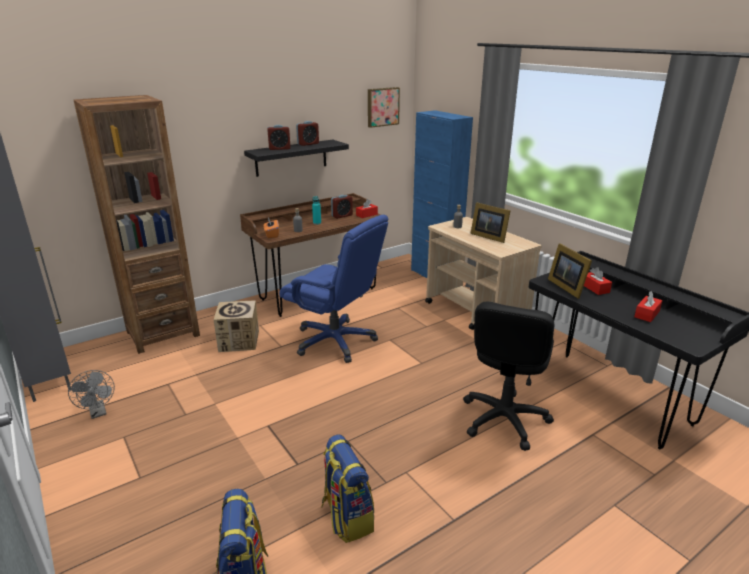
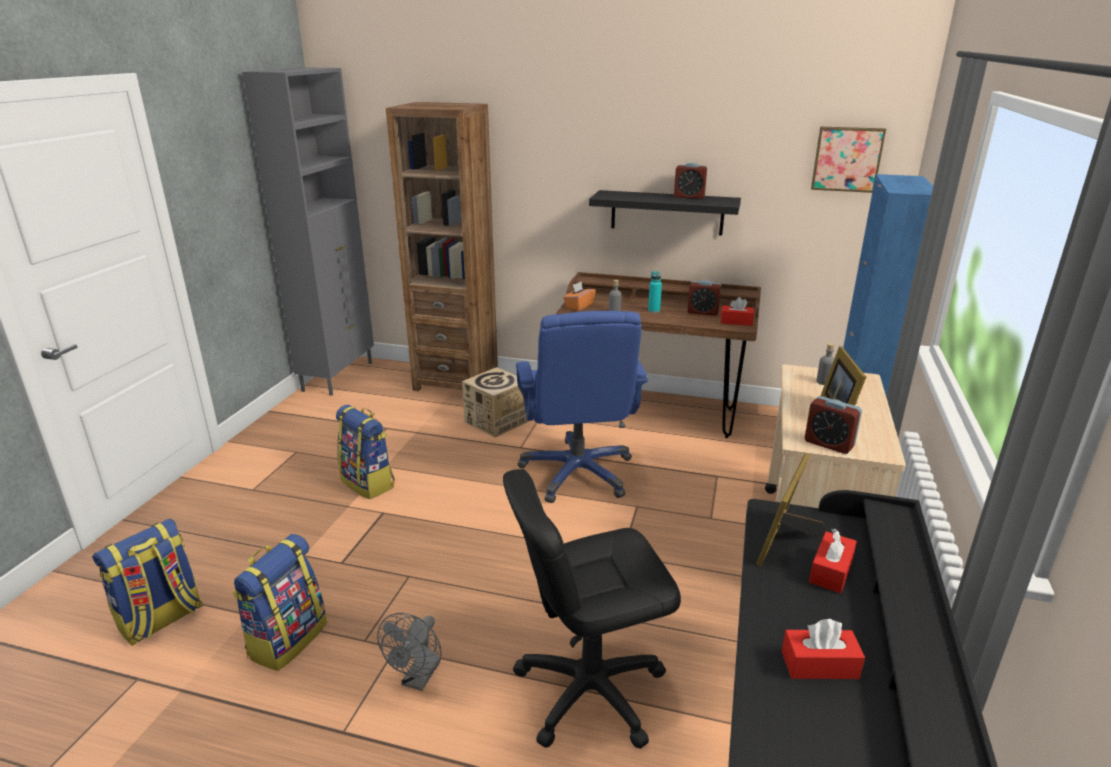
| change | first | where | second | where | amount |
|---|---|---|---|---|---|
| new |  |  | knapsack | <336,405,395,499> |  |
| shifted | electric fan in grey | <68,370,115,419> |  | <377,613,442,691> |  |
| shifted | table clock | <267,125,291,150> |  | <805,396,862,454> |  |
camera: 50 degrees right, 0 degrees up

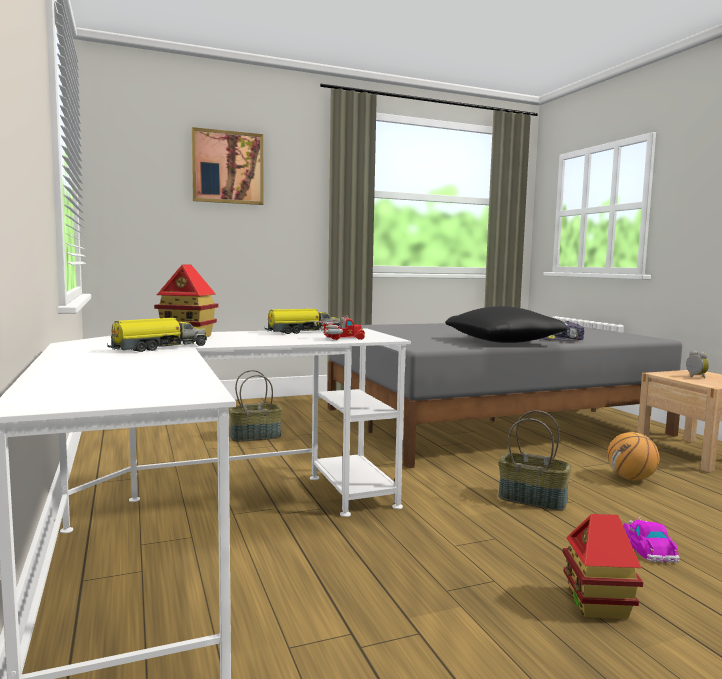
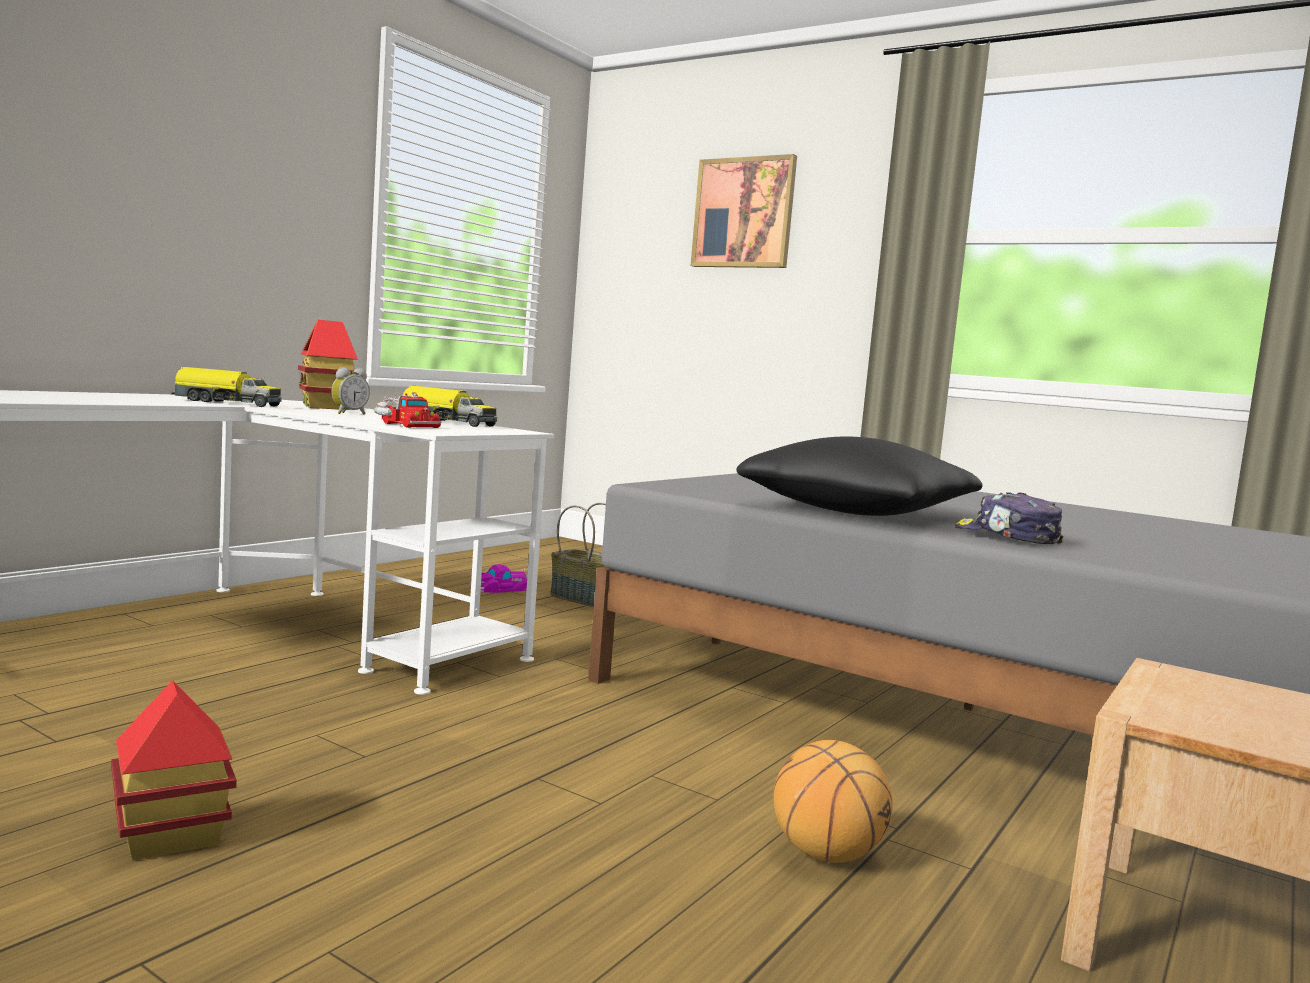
| change | first | where | second | where | amount |
|---|---|---|---|---|---|
| shifted | table clock | <686,350,709,378> |  | <332,367,370,414> |  |
| shifted | model car | <623,516,680,563> |  | <468,564,527,593> |  |
| gone | basket | <498,410,572,511> |  |  |  |
camera: 55 degrees right, 0 degrees up

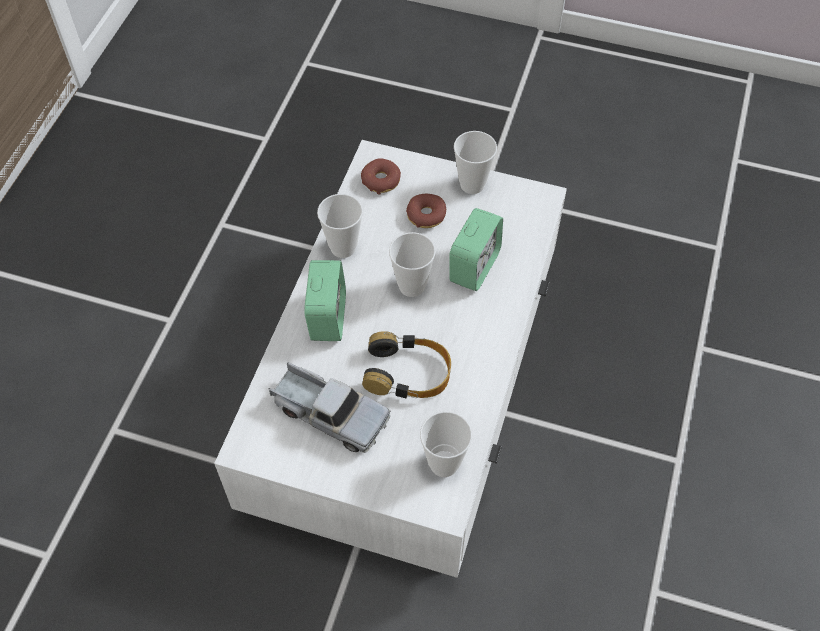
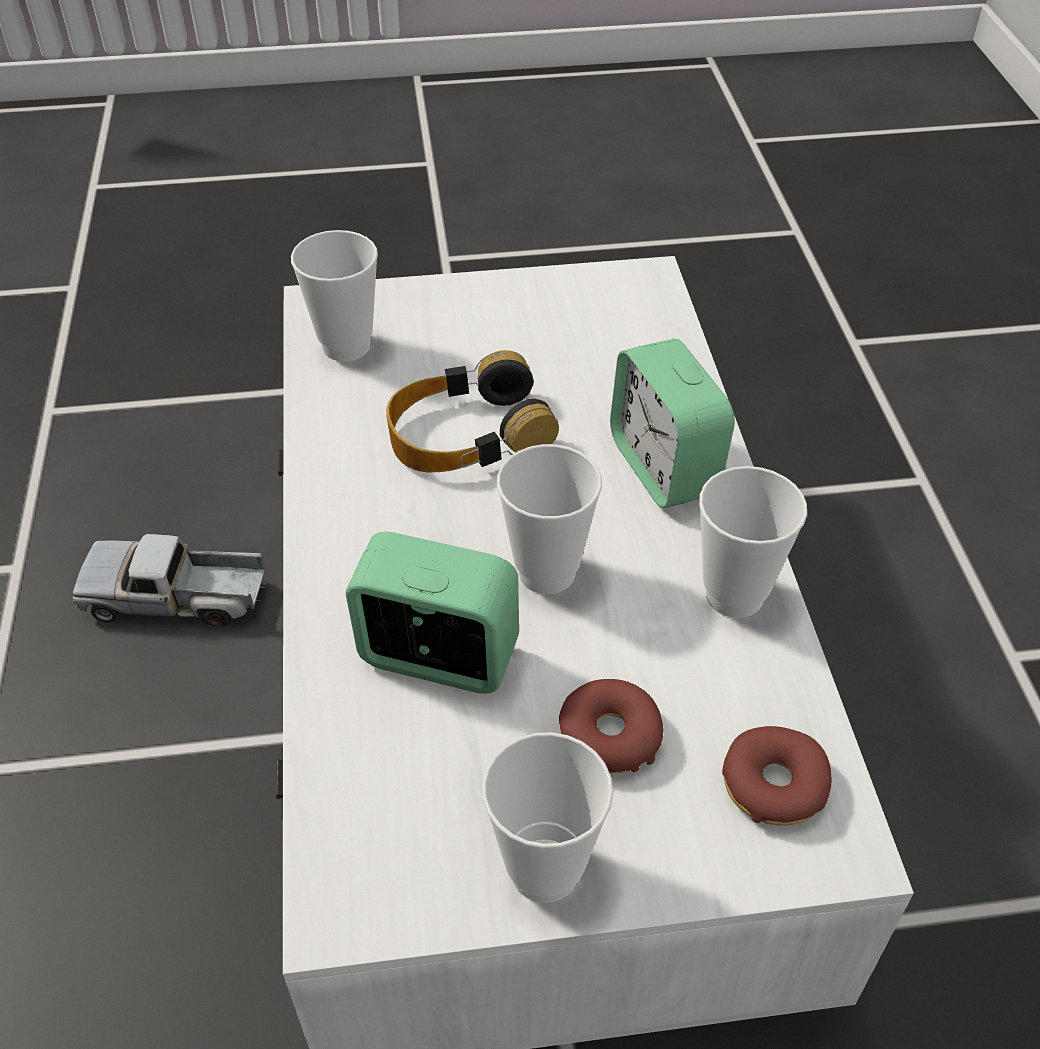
| change | first | where | second | where | amount |
|---|---|---|---|---|---|
| shifted | toy truck | <269,362,390,453> |  | <72,534,265,626> |  |
| rotated | table clock | <449,208,503,291> |  | <346,532,519,694> | 105 degrees clockwise |
camera: 155 degrees right, 10 degrees down

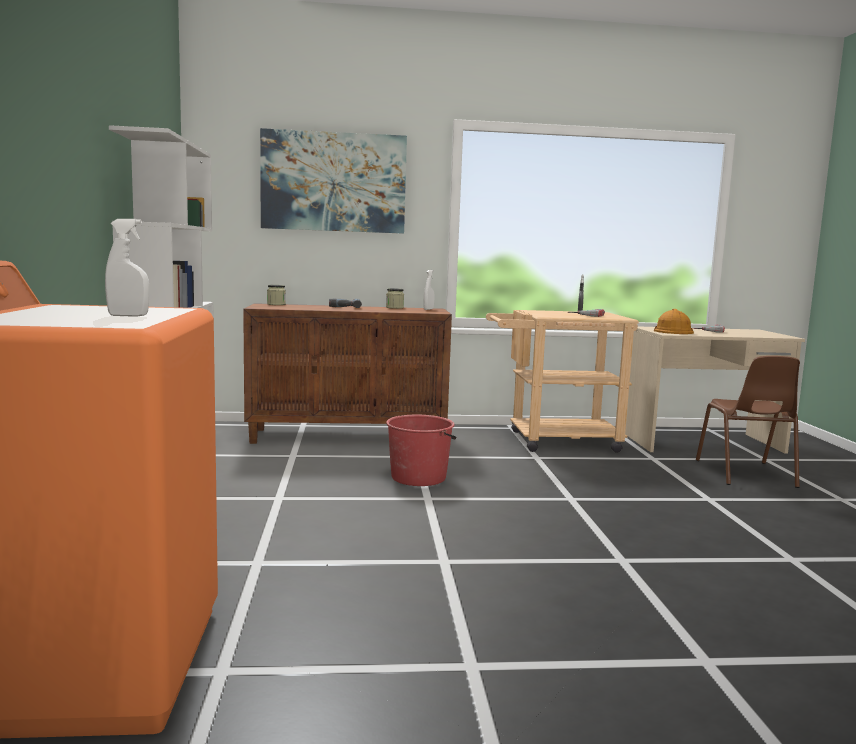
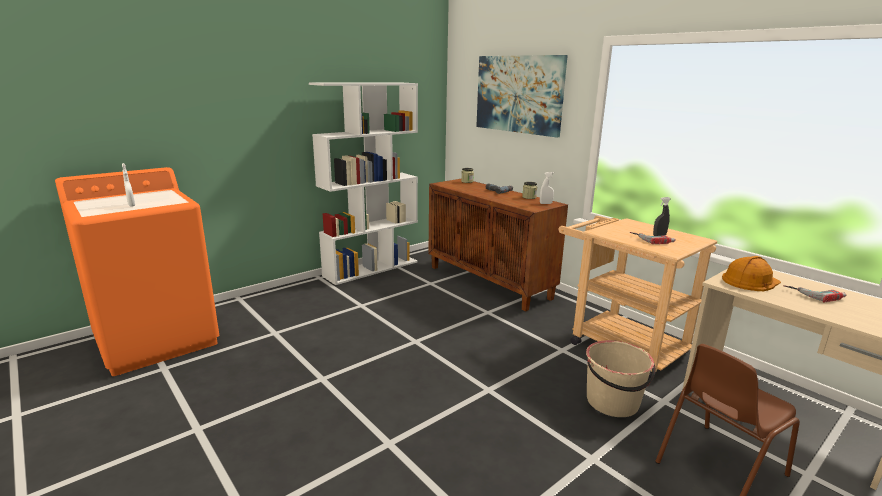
| change | first | where | second | where | amount |
|---|---|---|---|---|---|
| new |  |  | water bucket in beige | <586,340,656,417> |  |
| gone | water bucket in red | <386,415,456,486> |  |  |  |
camera: 55 degrees right, 10 degrees up

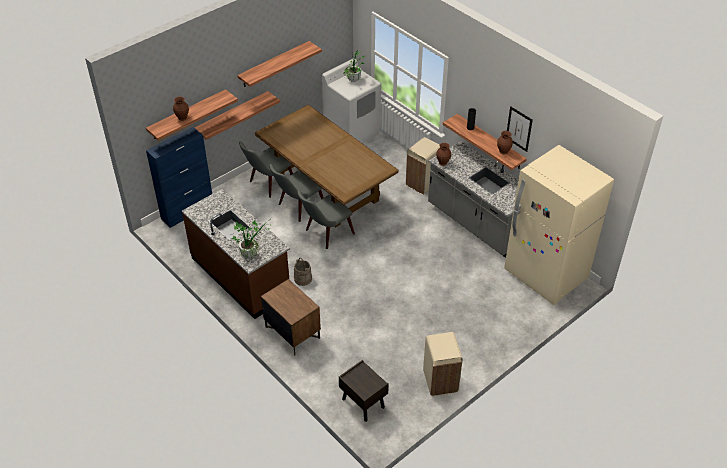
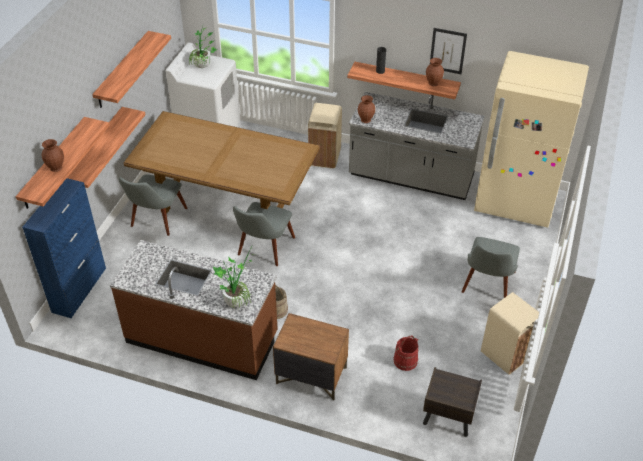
| change | first | where | second | where | amount |
|---|---|---|---|---|---|
| new |  |  | water bucket in red | <394,336,419,371> |  |
| shifted | chair in grey | <269,164,324,222> |  | <461,237,520,298> |  |
camera: 30 degrees left, 0 degrees up

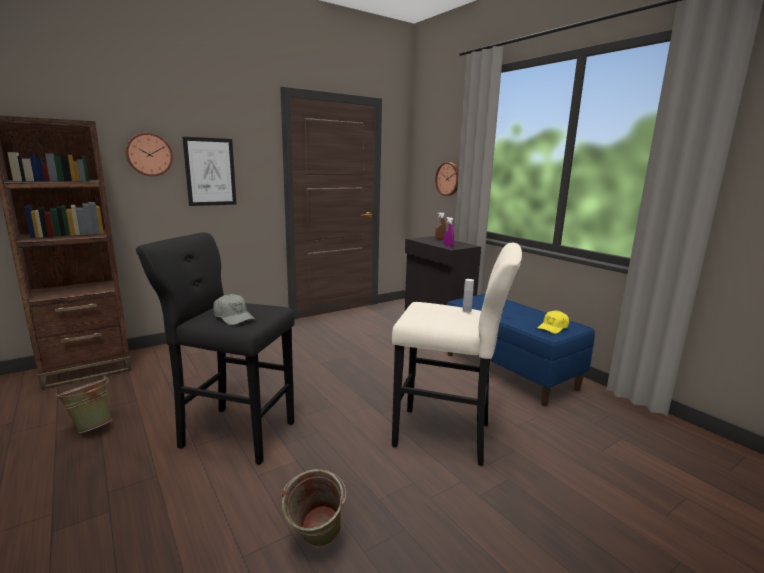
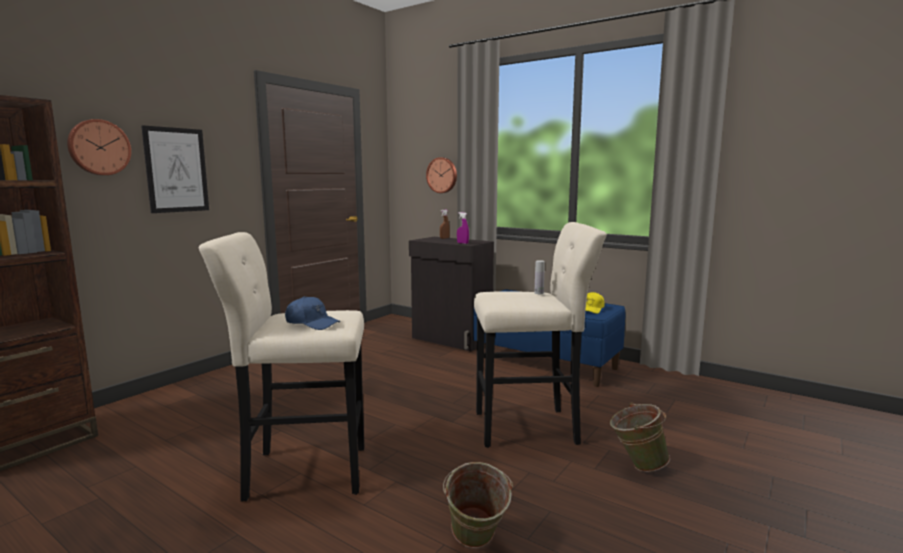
| change | first | where | second | where | amount |
|---|---|---|---|---|---|
| repainted | stool seat in black | <136,232,294,465> | stool seat in beige | <199,232,364,502> |  |
| repainted | peaked cap in grey | <213,294,255,325> | peaked cap in blue | <285,296,341,330> |  |
| shifted | water bucket in green | <55,376,112,433> |  | <610,403,670,472> |  |
camera: 20 degrees left, 5 degrees down

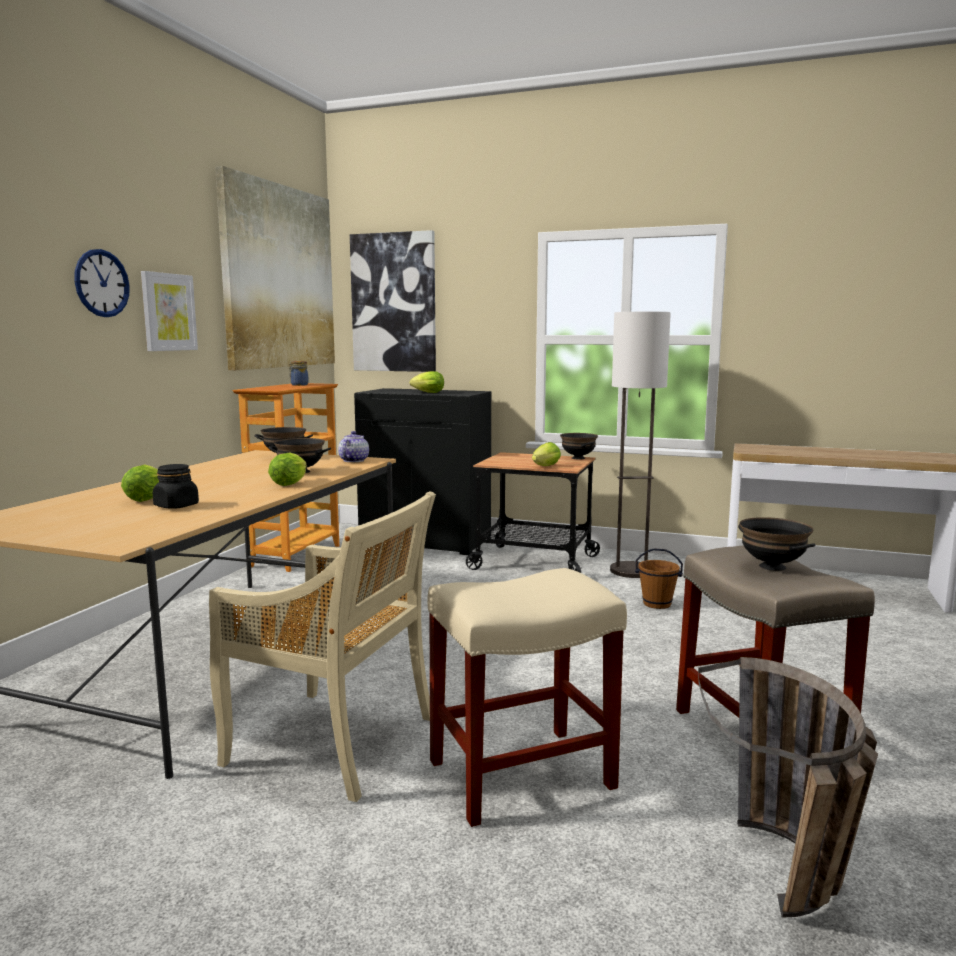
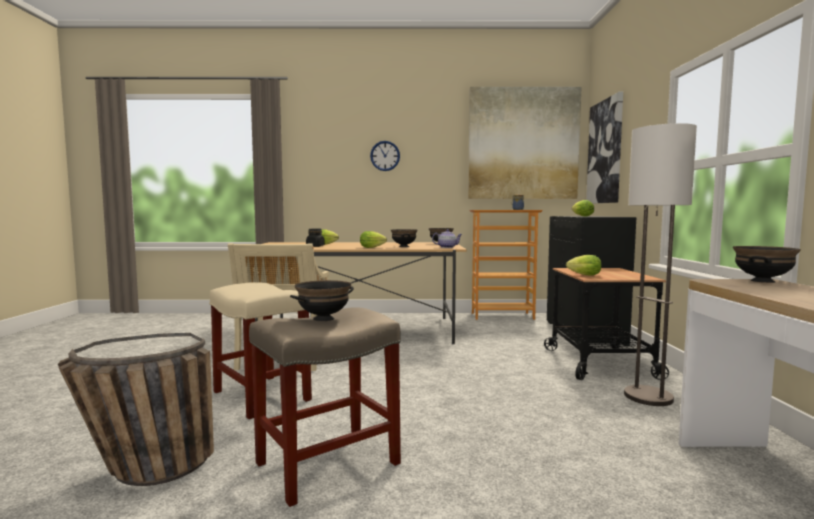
| change | first | where | second | where | amount |
|---|---|---|---|---|---|
| shifted | bowl in black | <560,433,598,460> |  | <733,246,801,283> |  |
| gone | wall picture | <141,271,198,351> |  |  |  |
| gone | water bucket in brown-coloured | <635,548,683,609> |  |  |  |
camera: 70 degrees right, 5 degrees down

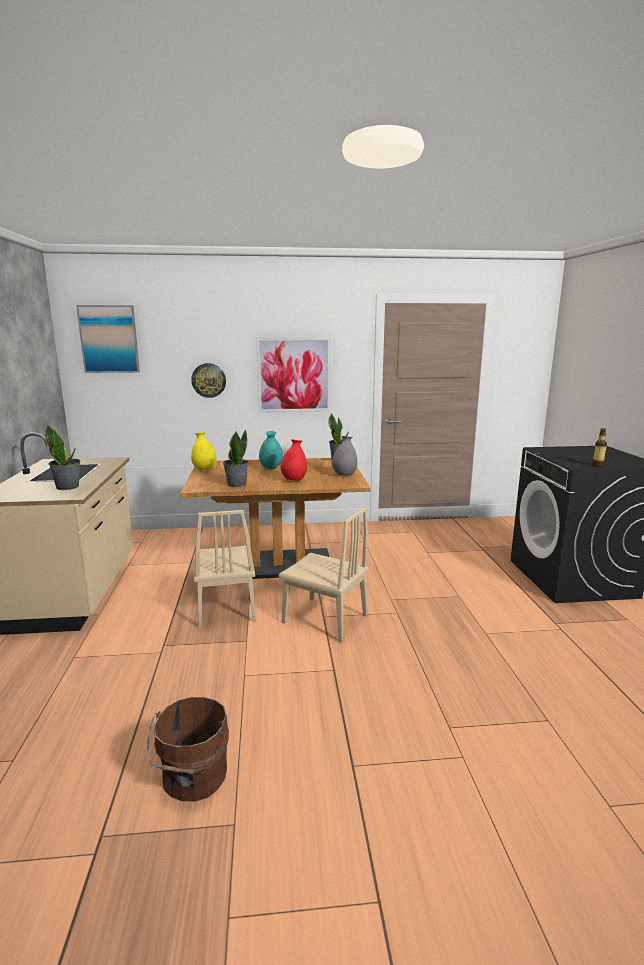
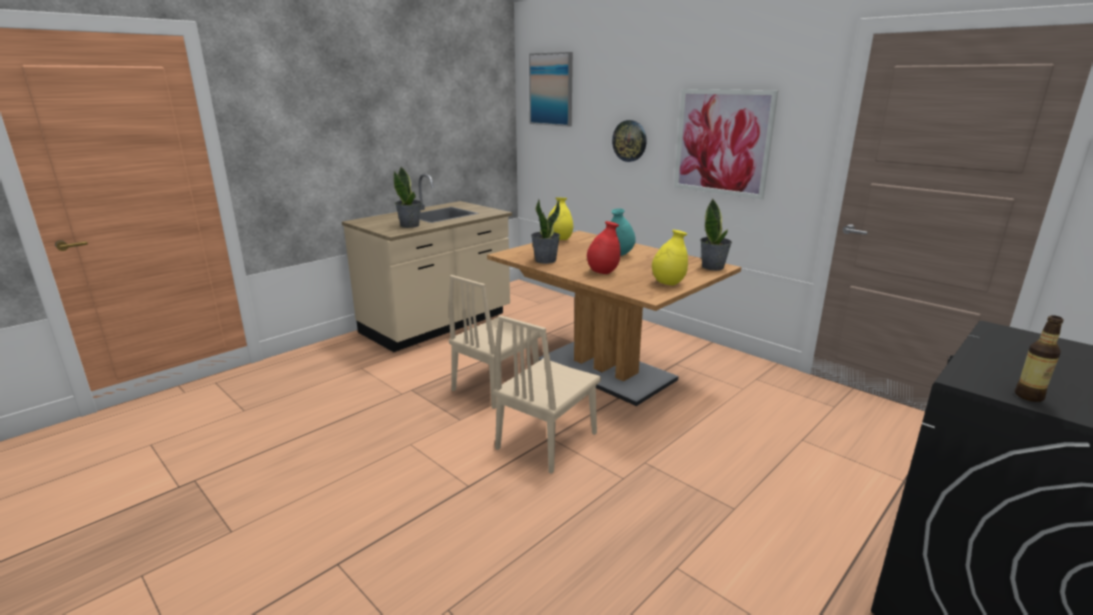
| change | first | where | second | where | amount |
|---|---|---|---|---|---|
| rotated | chair in beige | <279,508,368,642> |  | <493,315,601,474> | 45 degrees clockwise |
| repainted | decorative vase in grey | <332,436,357,476> | decorative vase in yellowish | <652,230,688,286> |  |
| gone | water bucket in brown-coloured | <147,697,229,801> |  |  |  |
camera: 50 degrees right, 5 degrees up

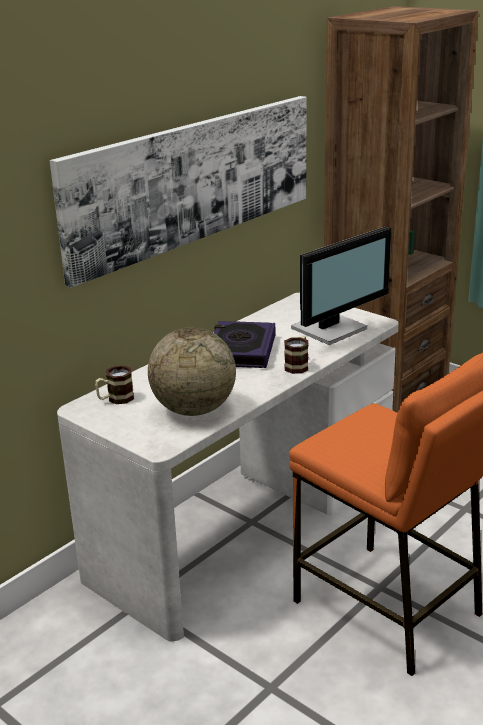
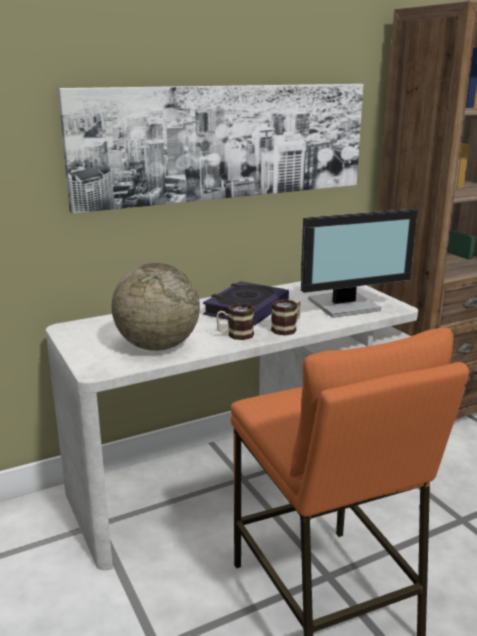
| change | first | where | second | where | amount |
|---|---|---|---|---|---|
| shifted | tea mug | <95,365,134,404> |  | <216,303,254,340> |  |
camera: 20 degrees right, 5 degrees down

